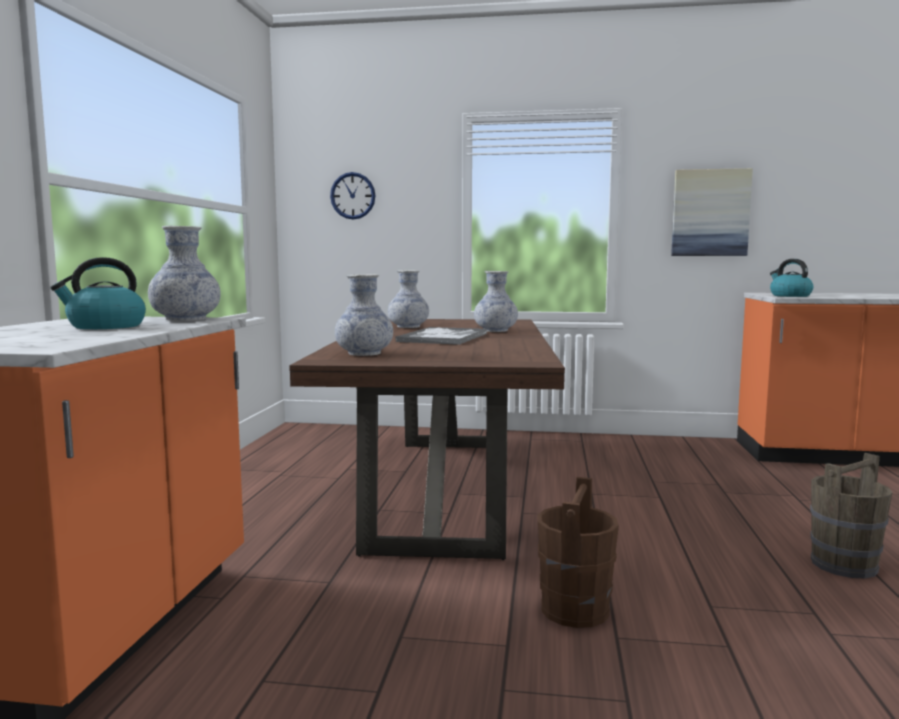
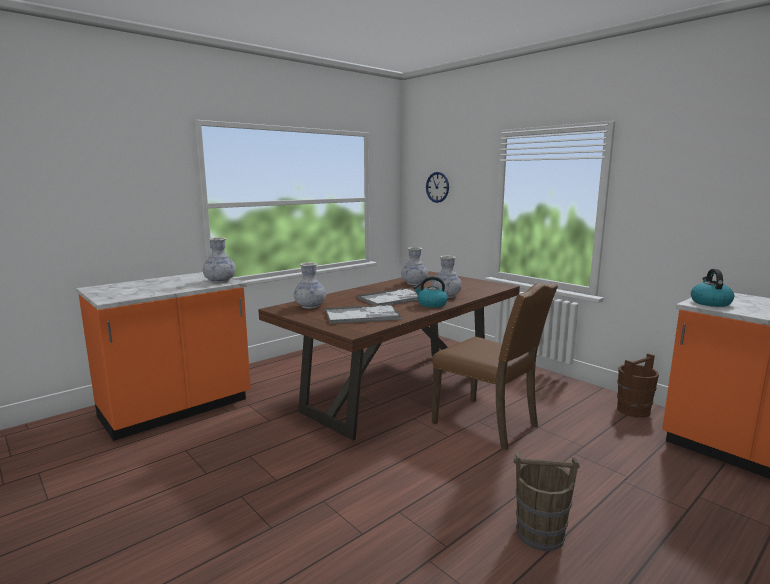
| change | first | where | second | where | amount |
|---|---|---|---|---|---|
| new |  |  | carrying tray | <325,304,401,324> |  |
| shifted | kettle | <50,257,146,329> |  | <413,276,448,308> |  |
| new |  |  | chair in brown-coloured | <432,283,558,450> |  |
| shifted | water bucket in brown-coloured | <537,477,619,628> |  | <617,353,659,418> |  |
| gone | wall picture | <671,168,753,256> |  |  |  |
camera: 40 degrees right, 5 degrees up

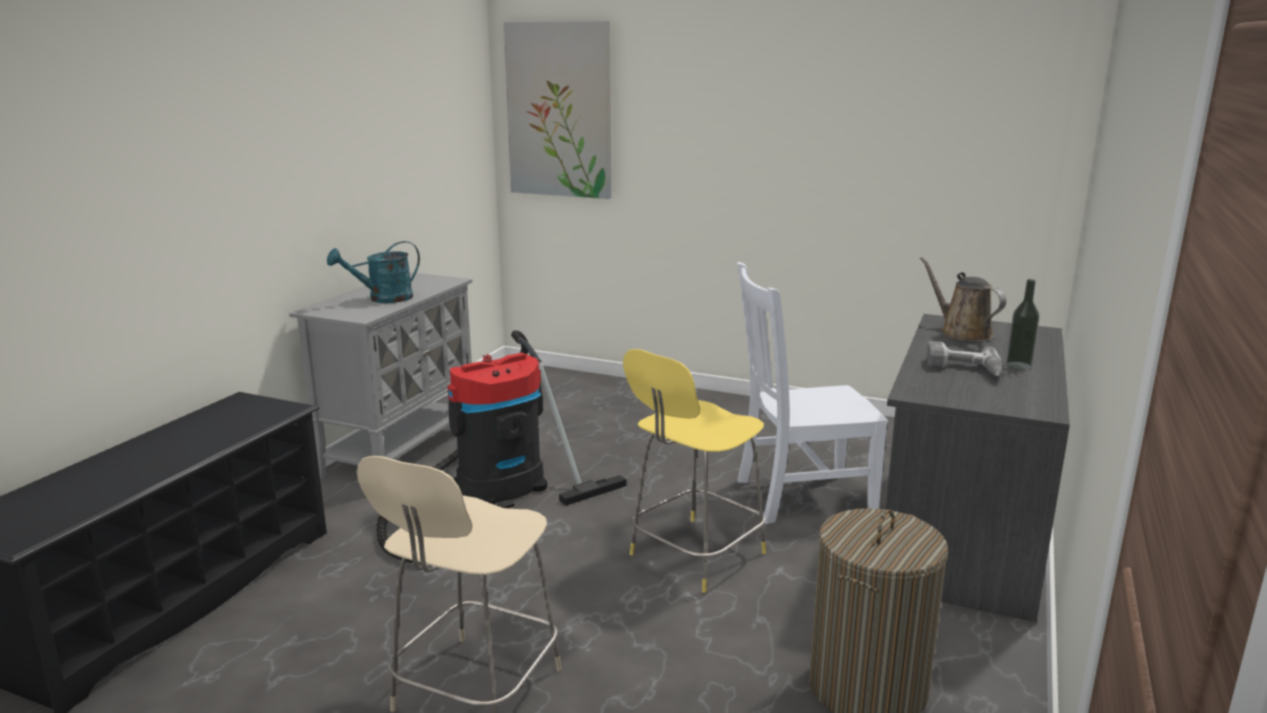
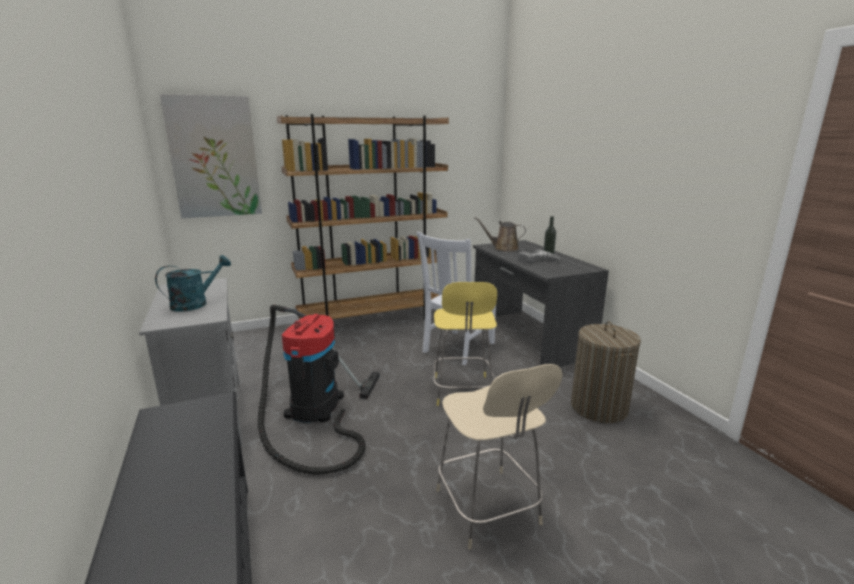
| change | first | where | second | where | amount |
|---|---|---|---|---|---|
| rotated | watering pot in blue-green | <327,241,420,303> |  | <155,255,231,311> | 150 degrees counterclockwise |
| new |  |  | shelving unit in brown-coloured | <277,114,449,320> |  |
camera: 45 degrees left, 0 degrees up

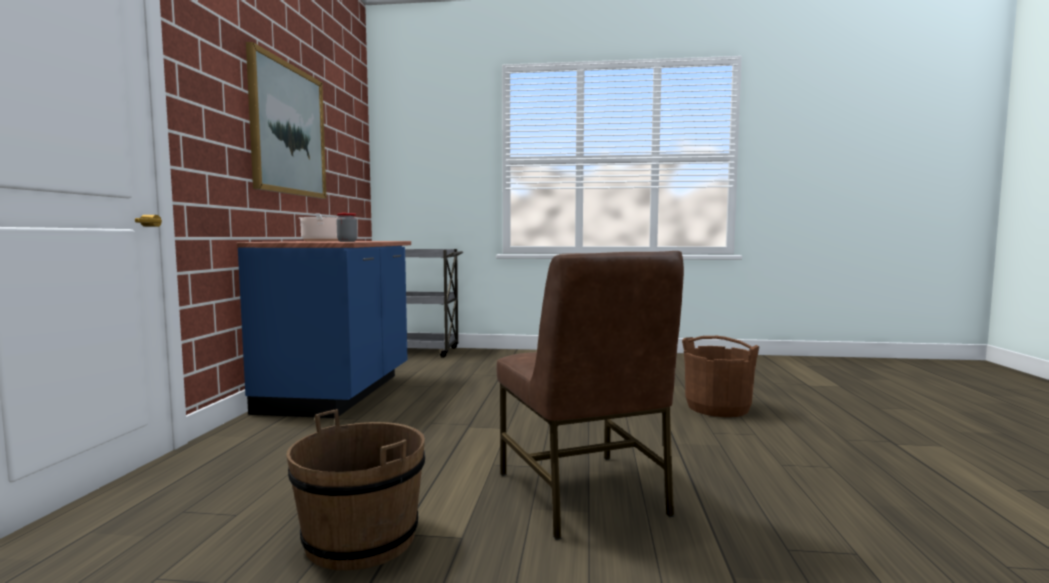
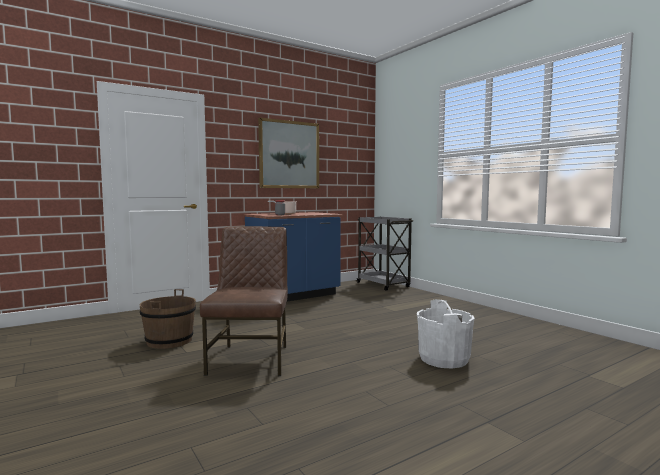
| change | first | where | second | where | amount |
|---|---|---|---|---|---|
| rotated | chair in brown-coloured | <497,251,684,540> |  | <200,226,288,376> | 150 degrees clockwise |
| repainted | water bucket in brown-coloured | <682,336,760,417> | water bucket in white-coloured | <417,299,475,368> |  |
camera: 50 degrees right, 0 degrees up

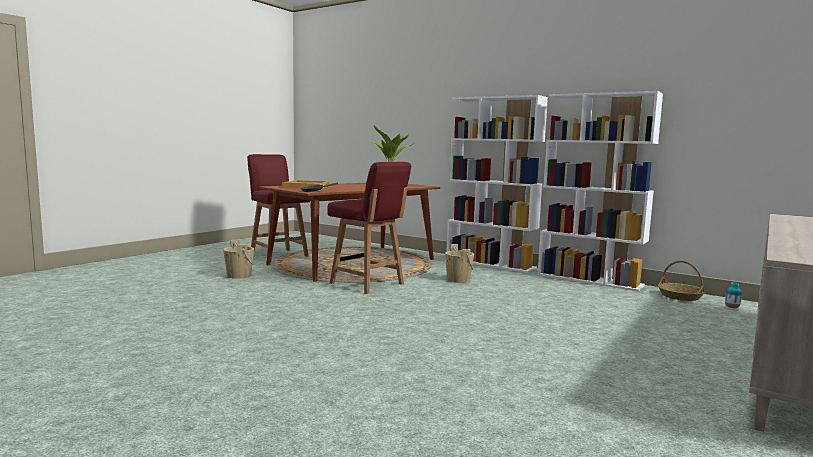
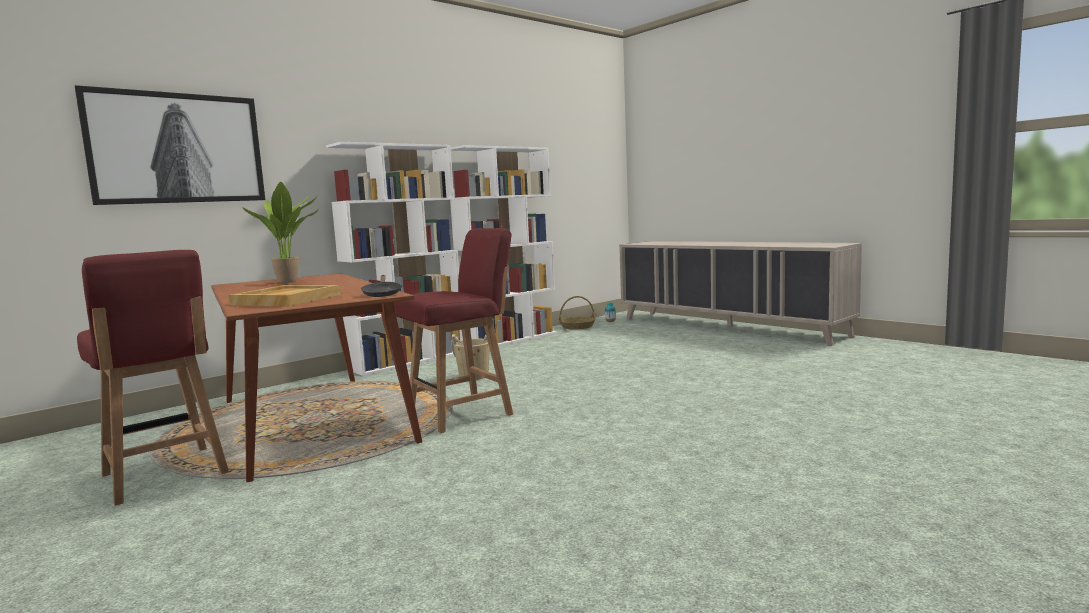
| change | first | where | second | where | amount |
|---|---|---|---|---|---|
| new |  |  | wall picture | <75,85,265,205> |  |
| rotated | chair in red | <247,154,310,262> |  | <77,250,229,506> | 105 degrees counterclockwise |
| gone | water bucket in beige | <223,240,254,279> |  |  |  |
camera: 75 degrees left, 0 degrees up

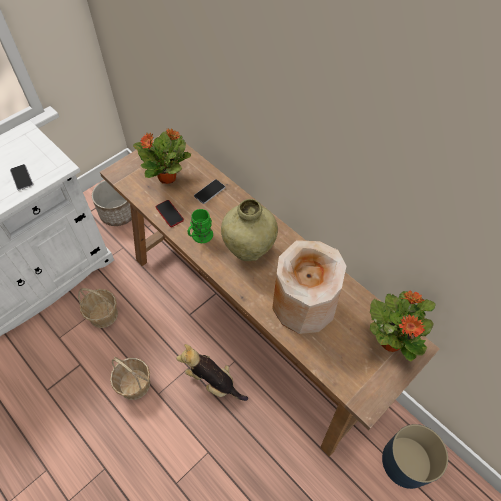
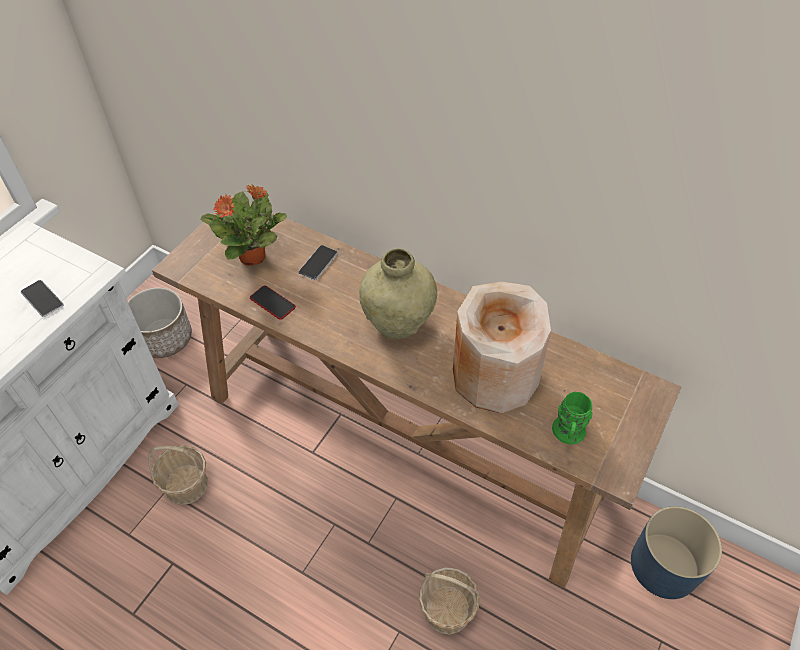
| change | first | where | second | where | amount |
|---|---|---|---|---|---|
| shifted | basket | <110,357,150,400> |  | <419,567,480,635> |  |
| shifted | tea mug in green | <187,209,213,243> |  | <552,392,592,444> |  |
| gone | plush toy | <176,344,248,401> |  |  |  |
| gone | potted plant | <370,290,436,361> |  |  |  |
camera: 15 degrees left, 5 degrees down

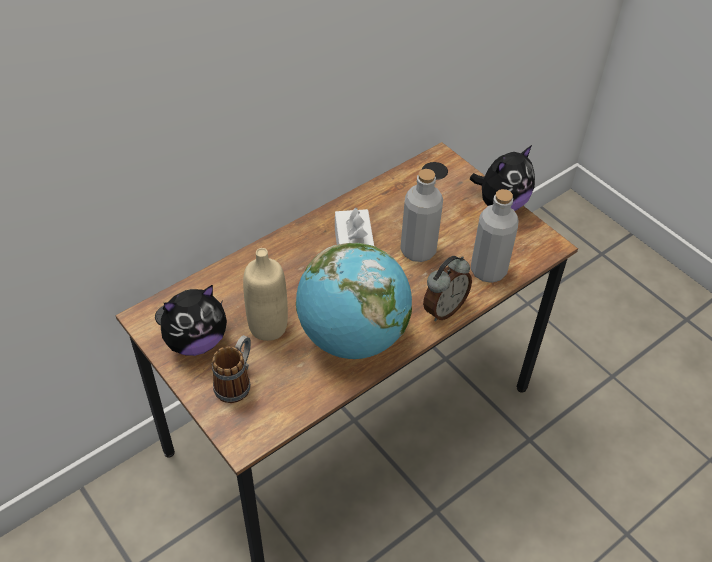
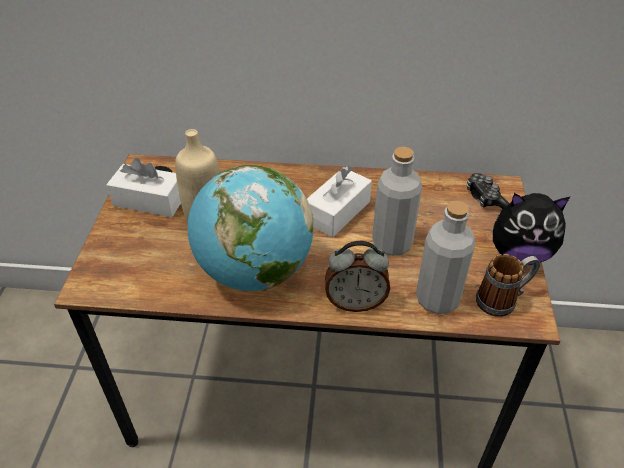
| change | first | where | second | where | amount |
|---|---|---|---|---|---|
| swapped | plush toy | <161,285,227,356> | box of tissues in white-coloured | <106,158,181,217> |  |
| new |  |  | joypad | <467,173,509,209> |  |
| shifted | tea mug | <212,335,251,403> |  | <476,254,540,317> |  |
camera: 45 degrees right, 5 degrees down

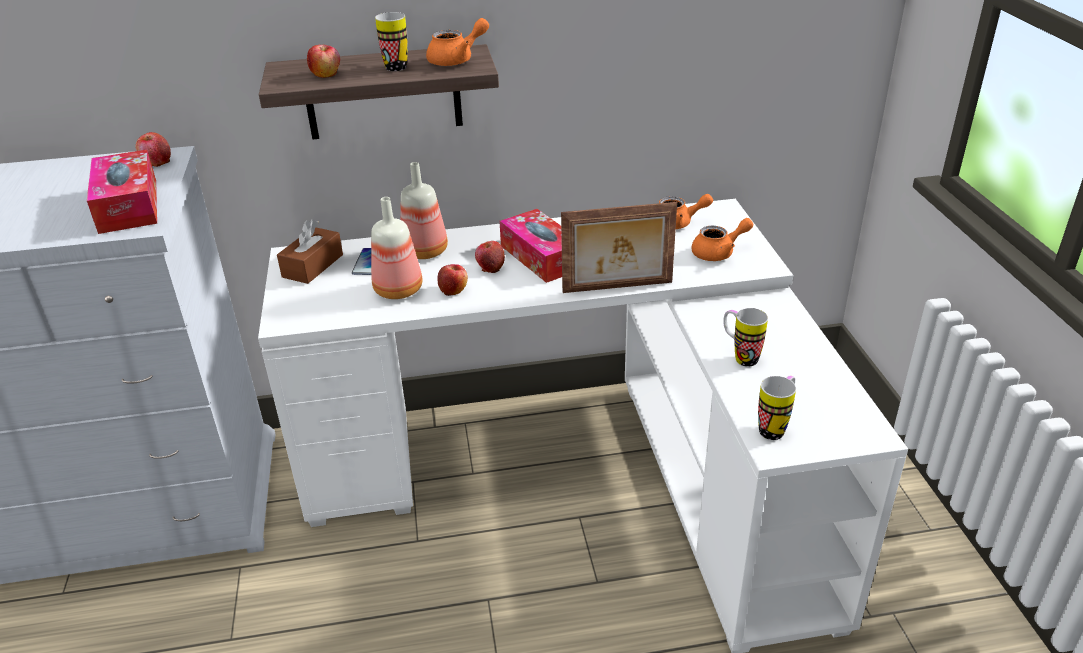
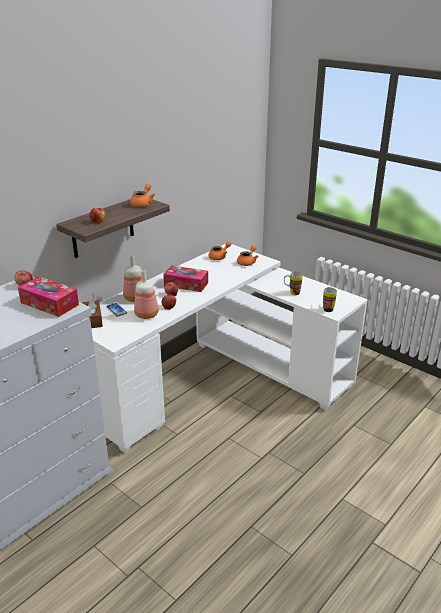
| change | first | where | second | where | amount |
|---|---|---|---|---|---|
| gone | tea mug | <375,12,408,71> |  |  |  |
| gone | picture frame | <561,202,677,293> |  |  |  |
camera: 40 degrees left, 5 degrees down

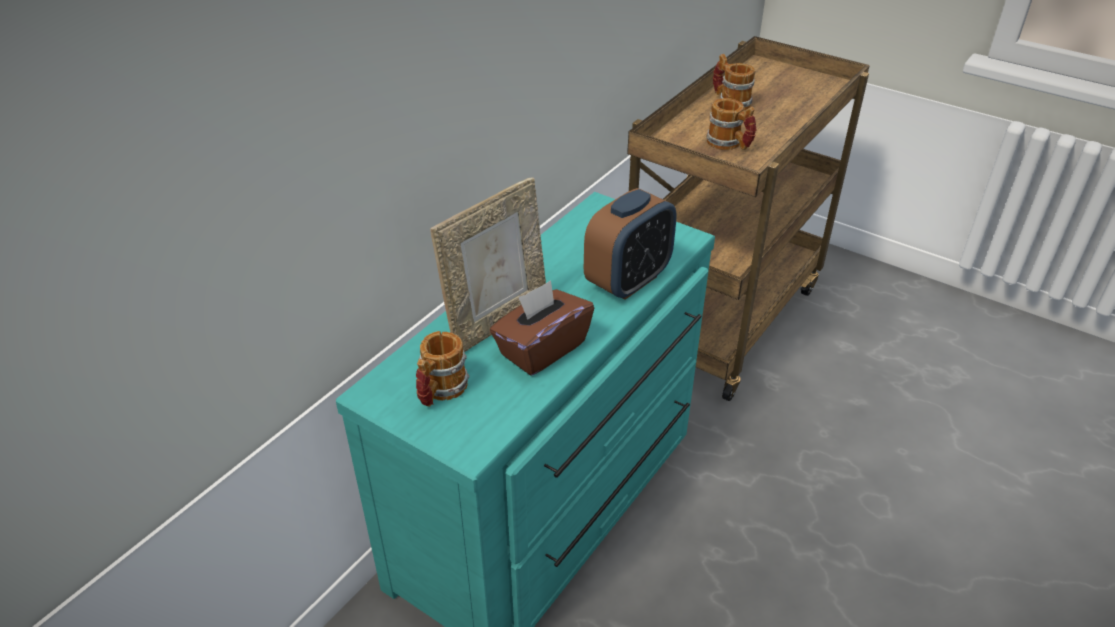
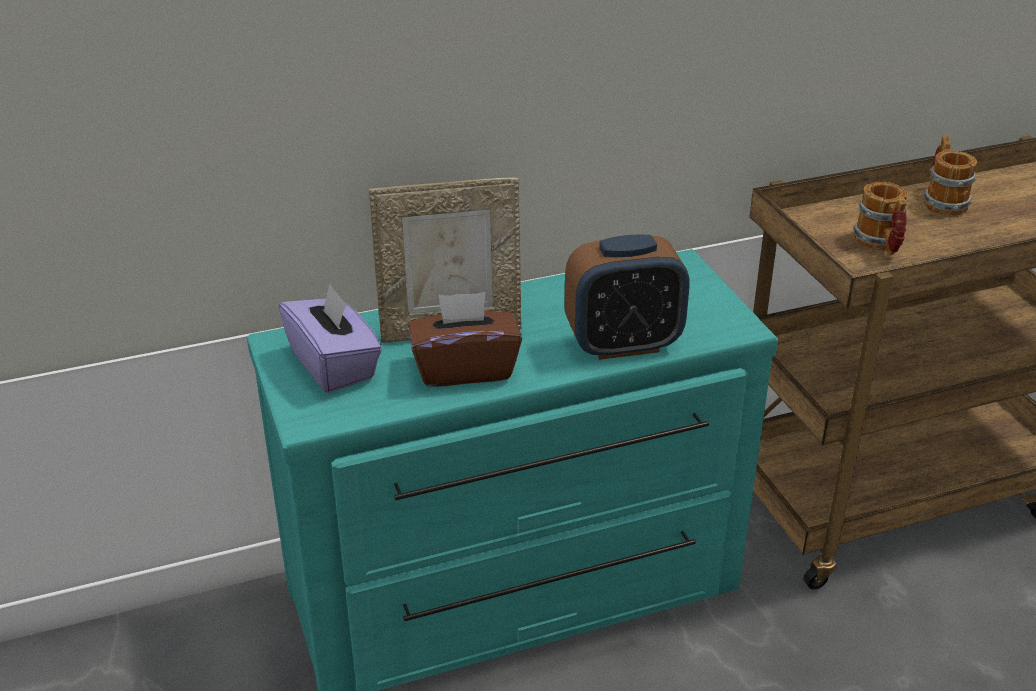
| change | first | where | second | where | amount |
|---|---|---|---|---|---|
| swapped | tea mug | <416,331,469,407> | box of tissues in purple-coloured | <279,284,382,393> |  |
camera: 35 degrees right, 5 degrees down

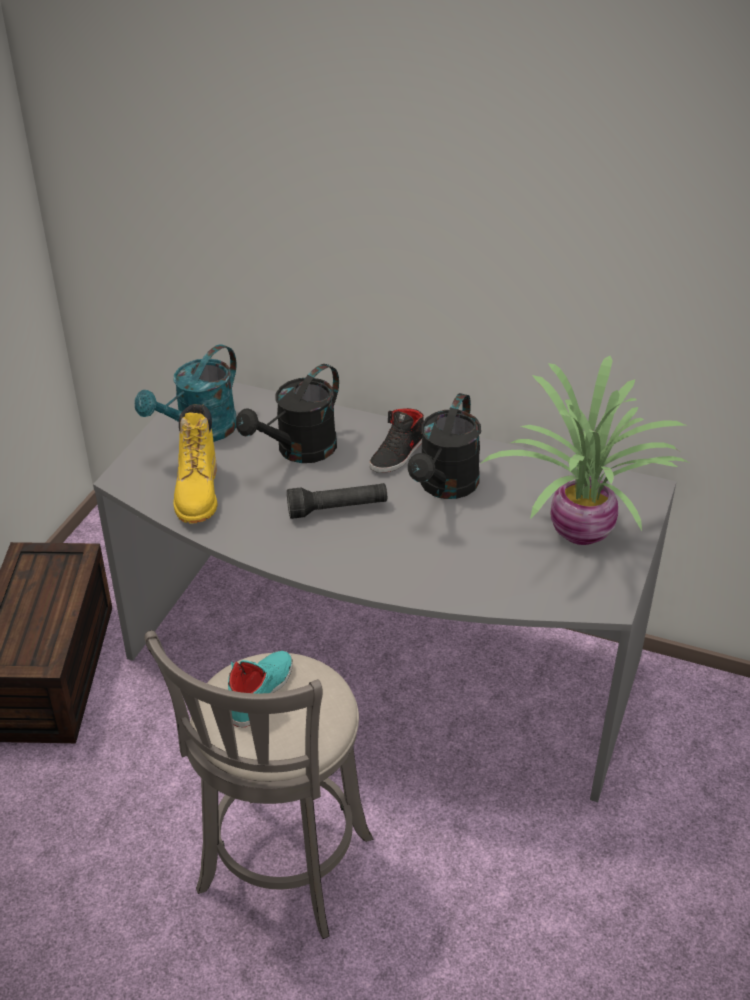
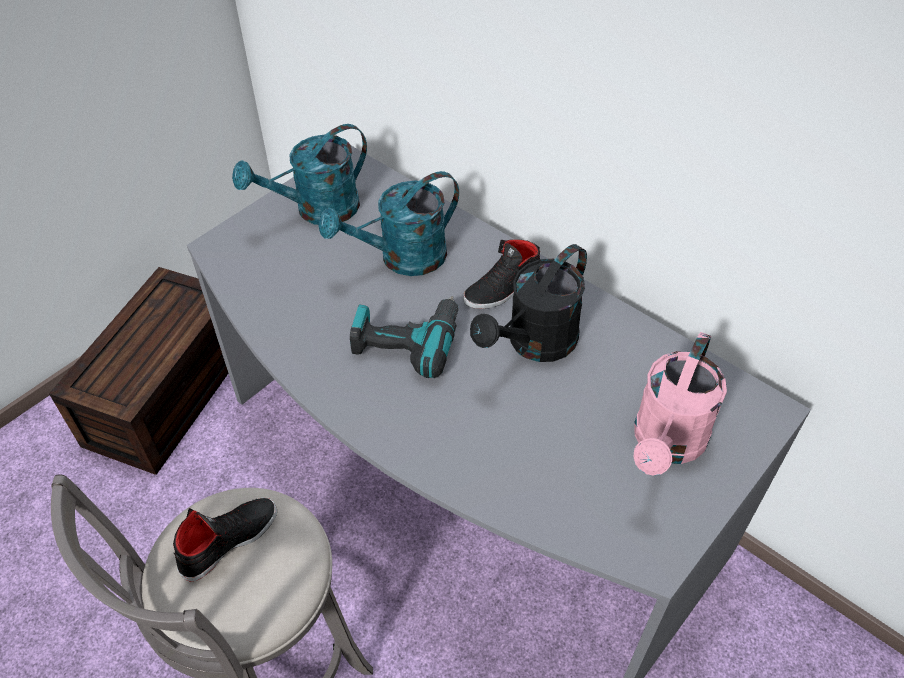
| change | first | where | second | where | amount |
|---|---|---|---|---|---|
| repainted | item of footwear in blue-green | <228,651,293,727> | item of footwear in black | <173,497,277,582> |  |
| repainted | watering pot in black | <236,364,339,463> | watering pot in blue-green | <318,171,459,276> |  |
| swapped | hand torch in black | <287,483,387,519> | power drill | <350,296,459,378> |  |
| swapped | potted plant | <480,356,689,545> | watering pot in pinkish | <634,332,727,476> |  |
| gone | boot in yellowish | <173,404,217,524> |  |  |  |
camera: 20 degrees right, 10 degrees up

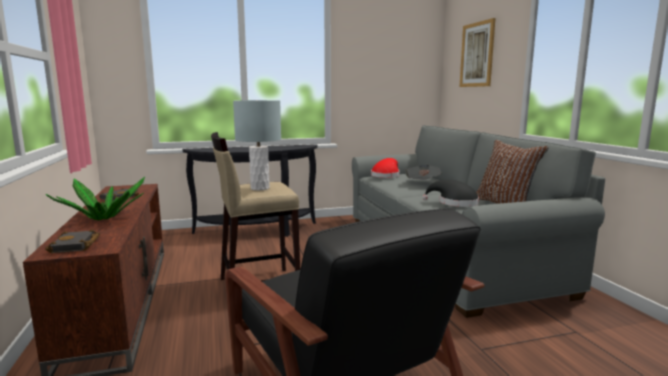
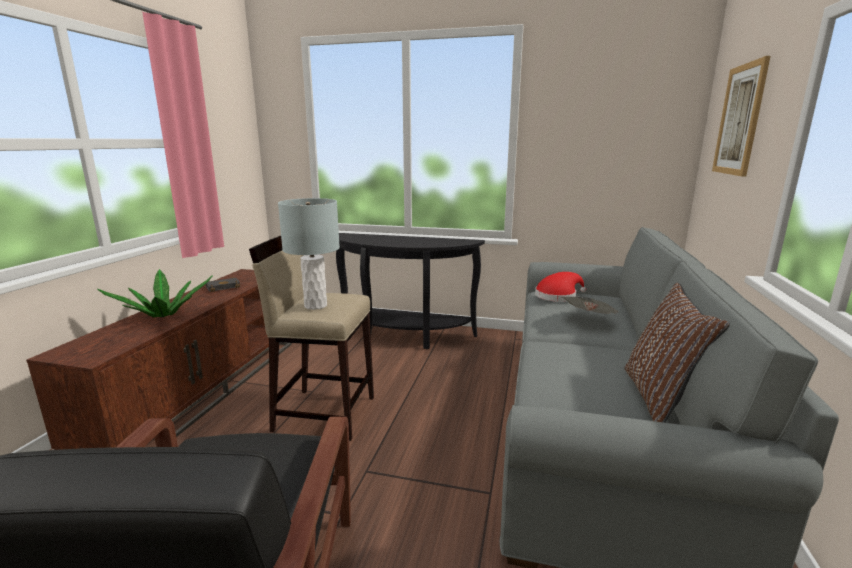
| change | first | where | second | where | amount |
|---|---|---|---|---|---|
| gone | book in black | <45,229,100,253> |  |  |  |
| gone | hat in black | <422,180,479,207> |  |  |  |
camera: 30 degrees right, 5 degrees up

